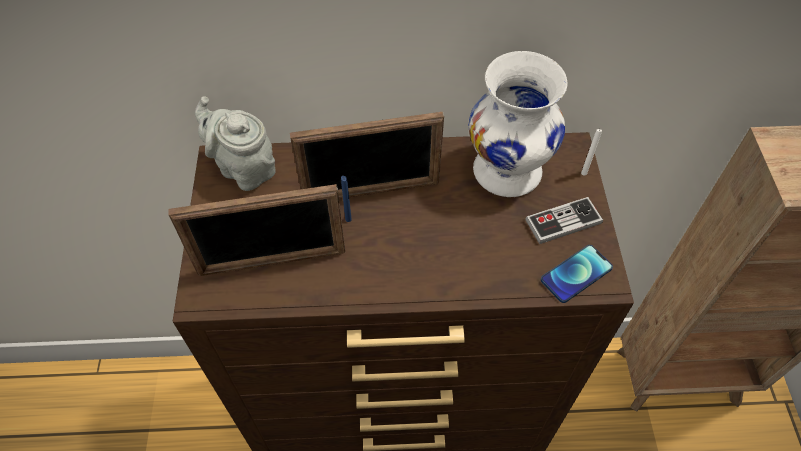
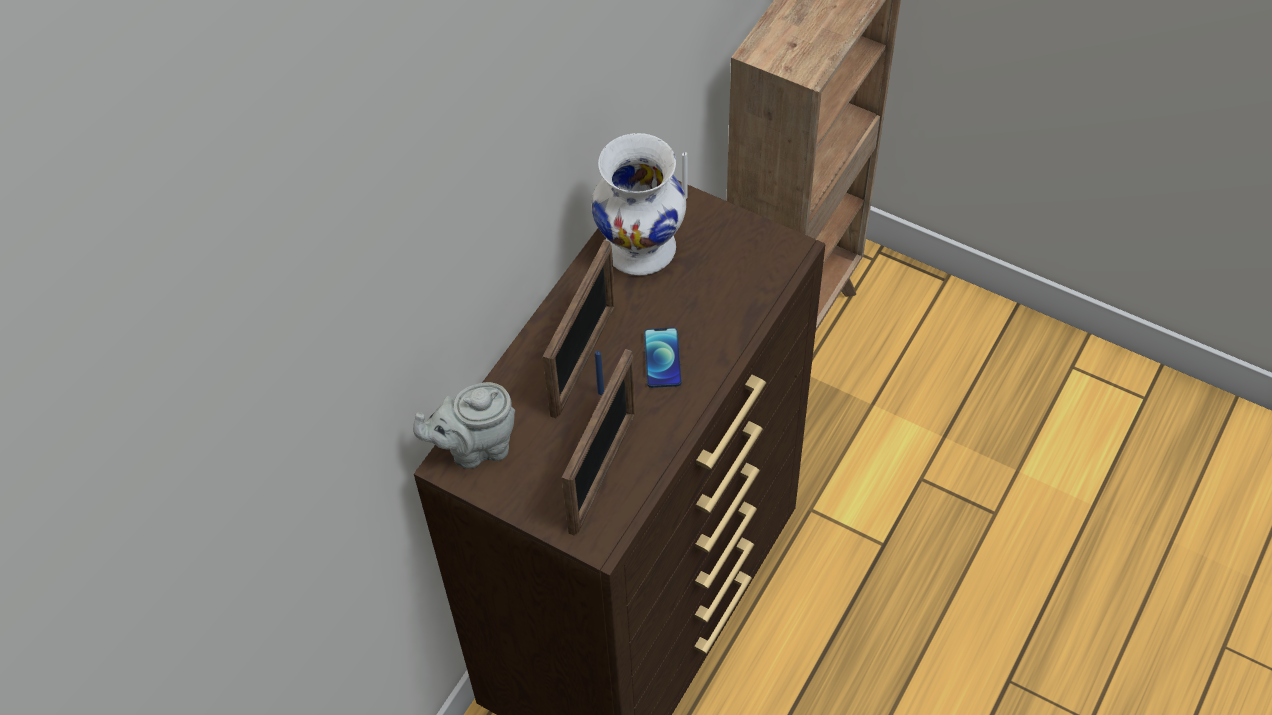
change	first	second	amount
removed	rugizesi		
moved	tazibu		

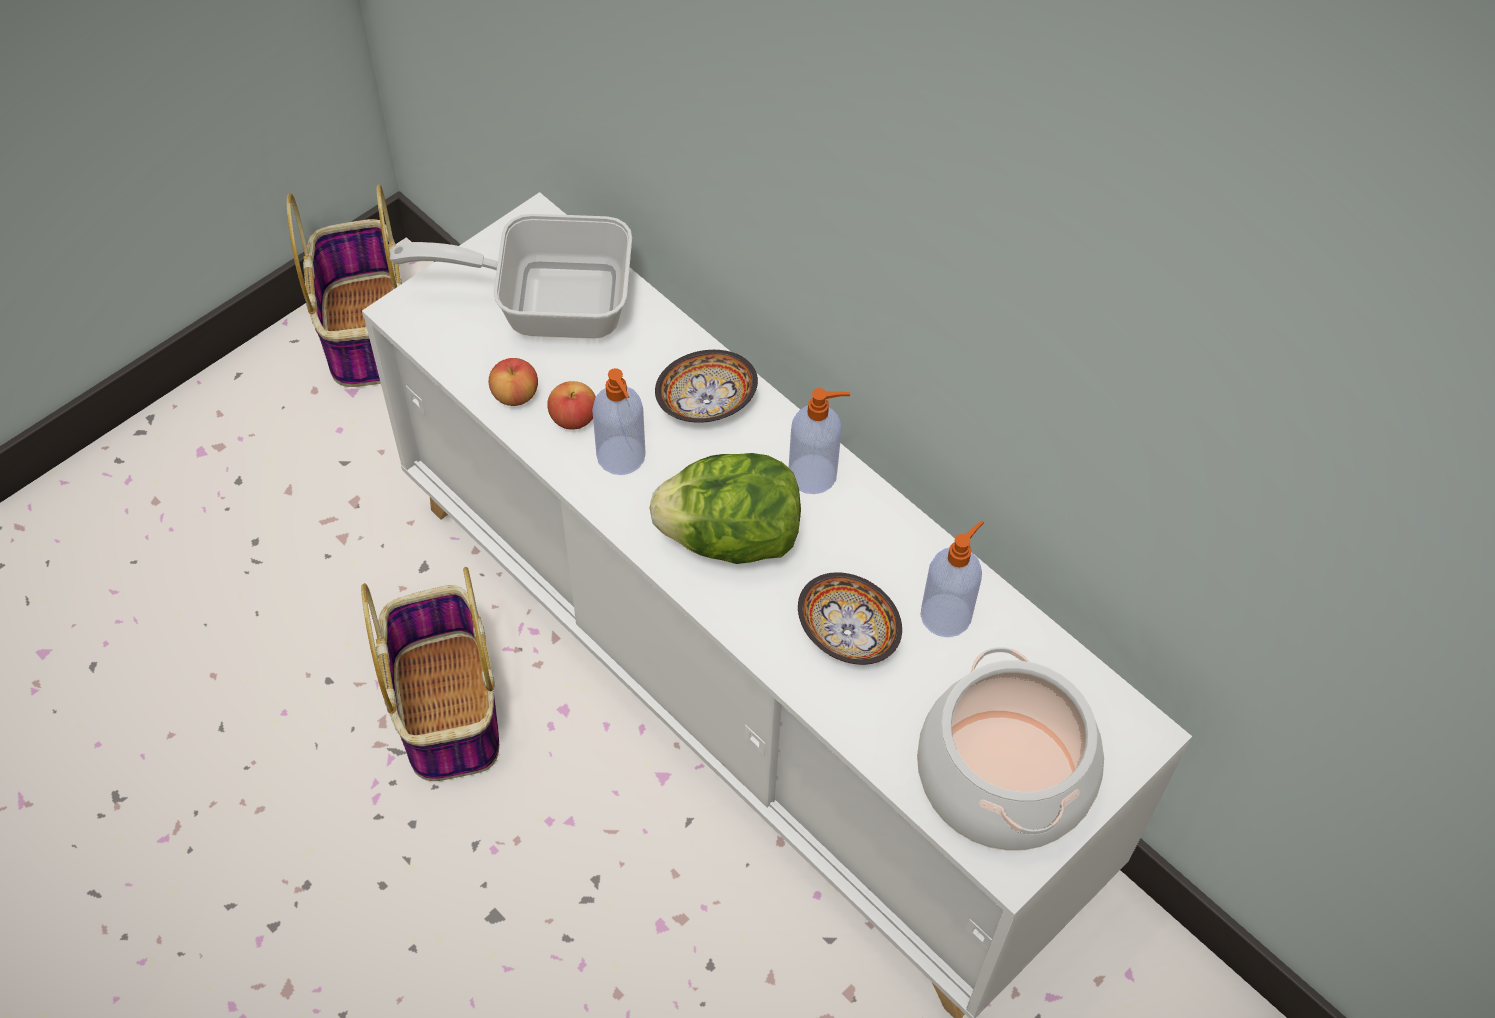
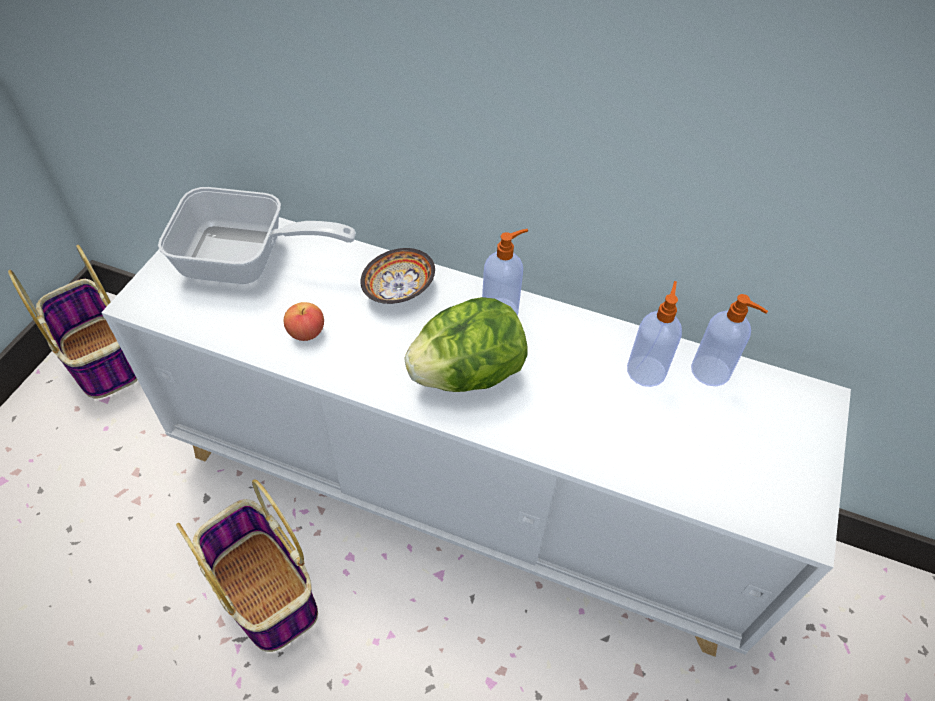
change	first	second	amount
removed	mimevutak (1st from left)		
removed	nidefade (2nd from left)		
removed	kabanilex		
moved	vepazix (1st from left in the first image)	vepazix (3rd from left)	
turned	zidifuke		150 degrees counterclockwise

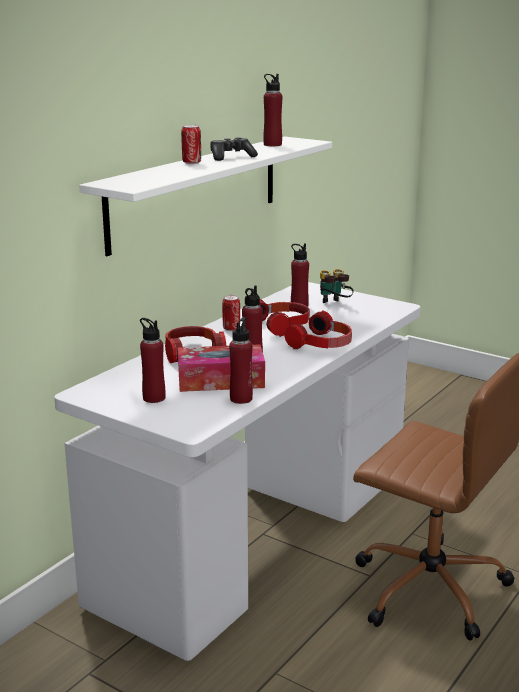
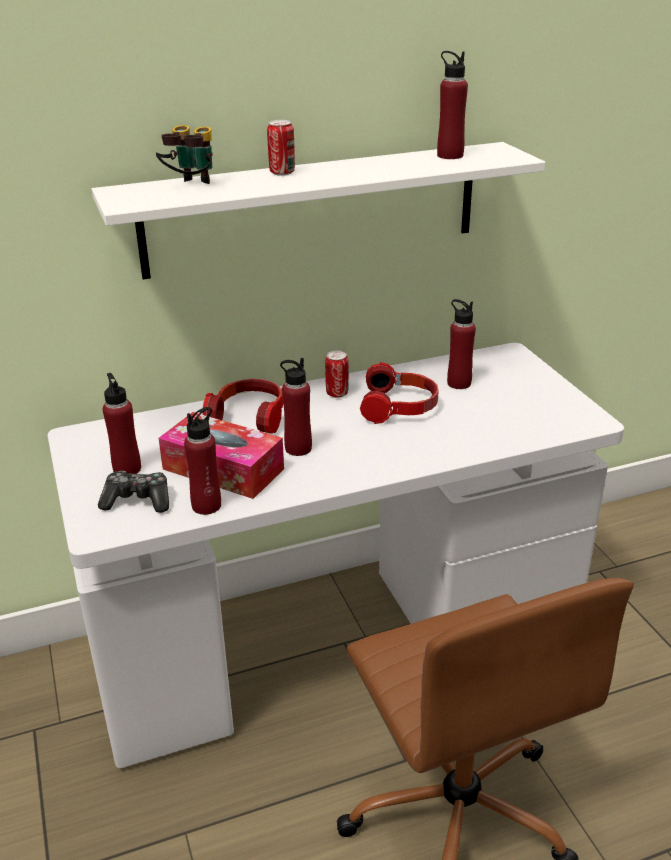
change	first	second	amount
removed	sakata (3rd from left)		
moved	rugizesi		
moved	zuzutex		

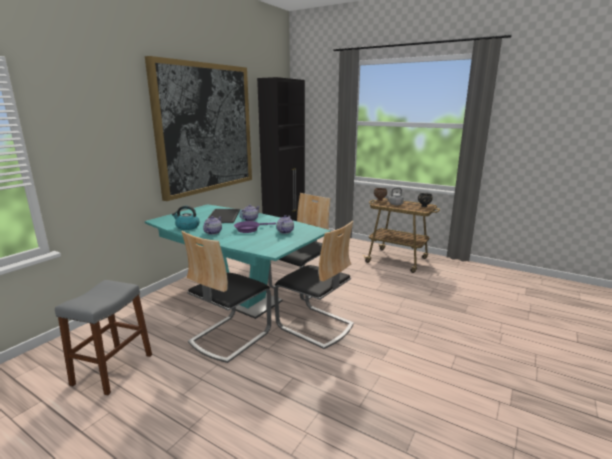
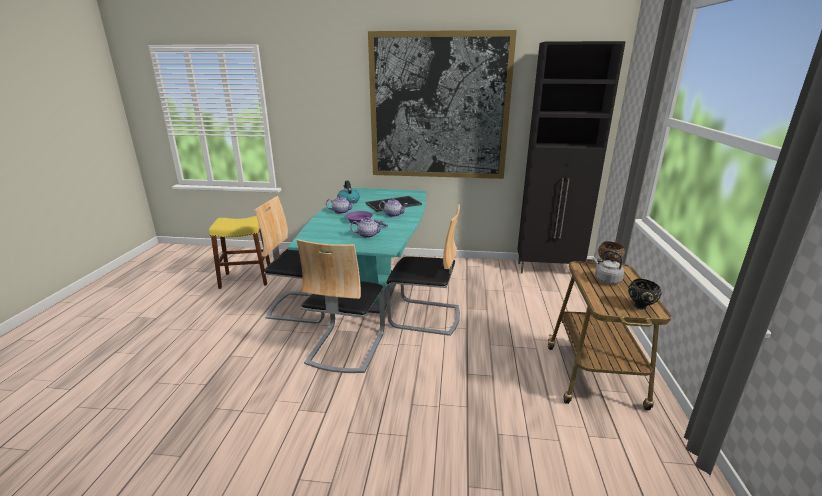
change	first	second	amount
recoloured	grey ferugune	yellow ferugune	

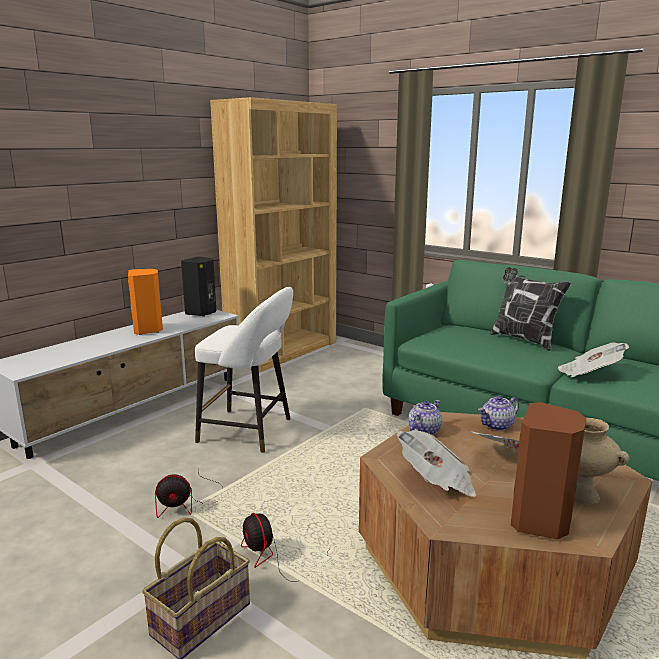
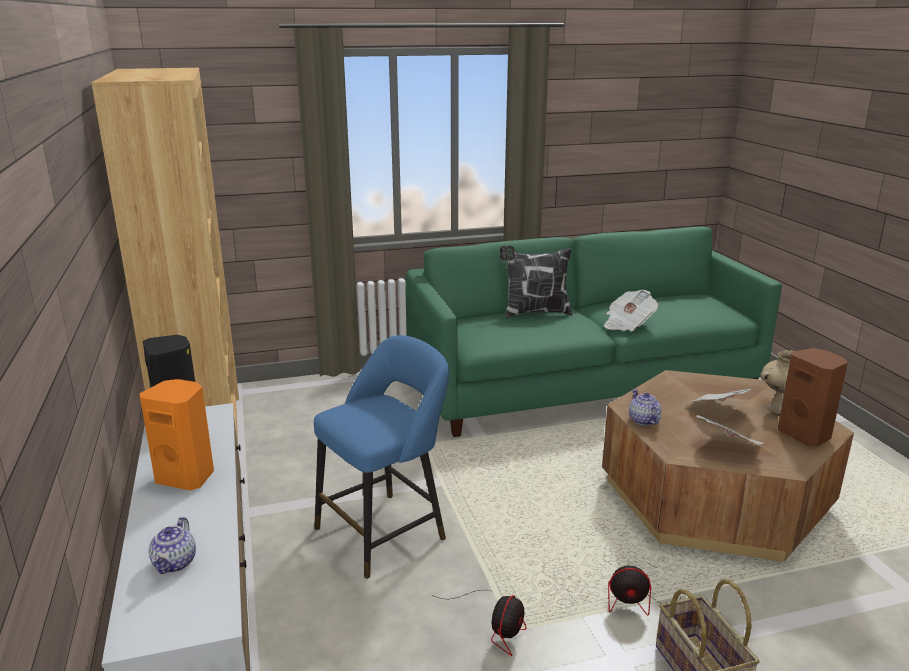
change	first	second	amount
moved	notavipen (2nd from left in the first image)	notavipen (1st from left)	
recoloured	white ferugune	blue ferugune	

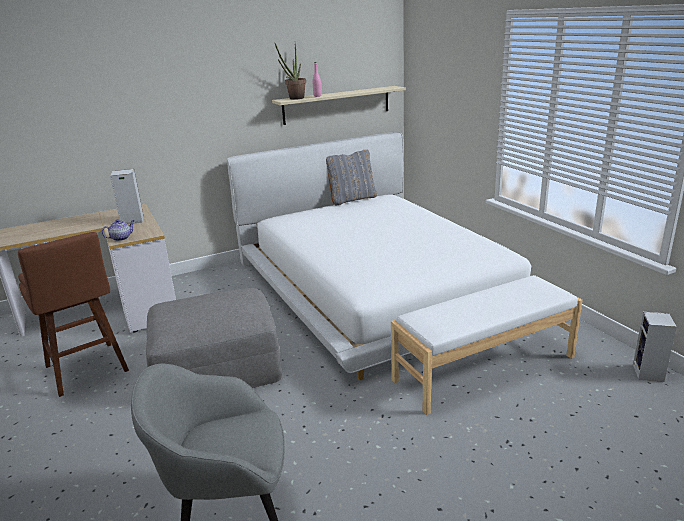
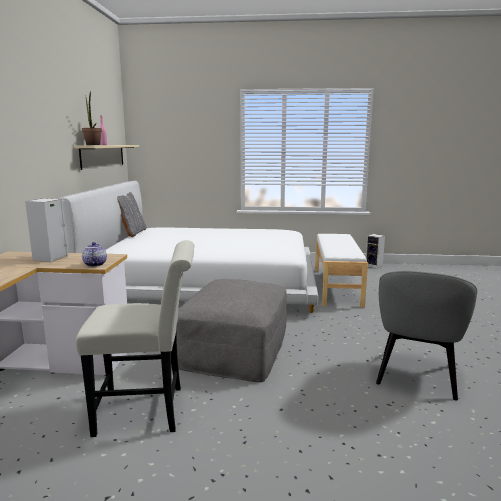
change	first	second	amount
replaced	brown ferugune	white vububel	

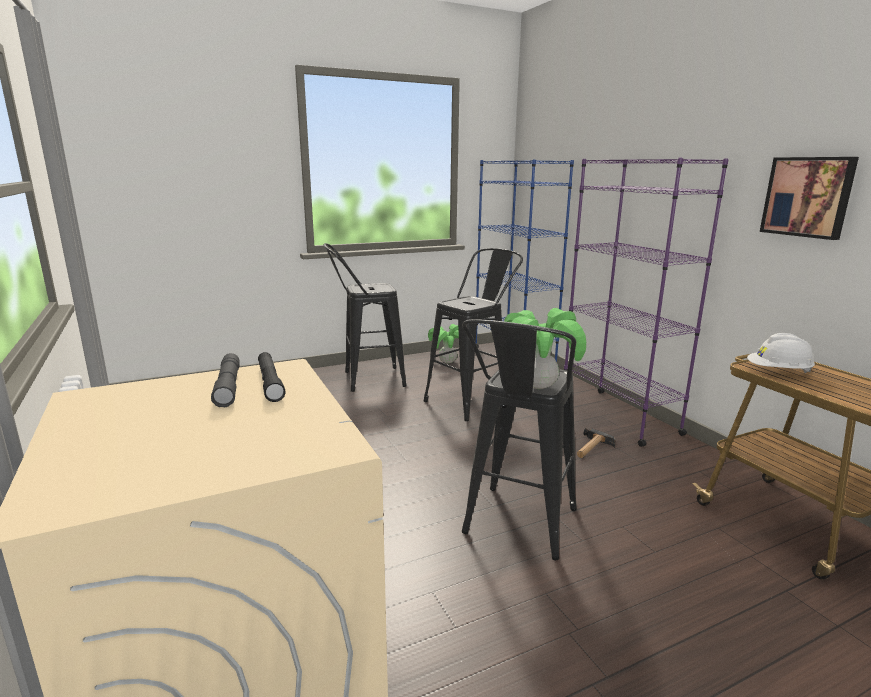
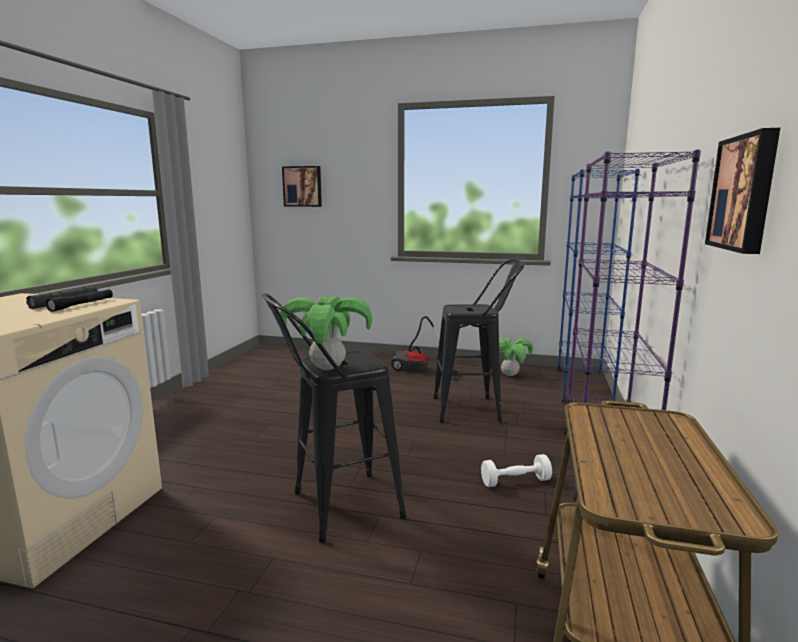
change	first	second	amount
removed	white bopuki		
added		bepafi (1st from left)	
replaced	black ferugune (1st from left)	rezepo	
replaced	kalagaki	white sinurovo	

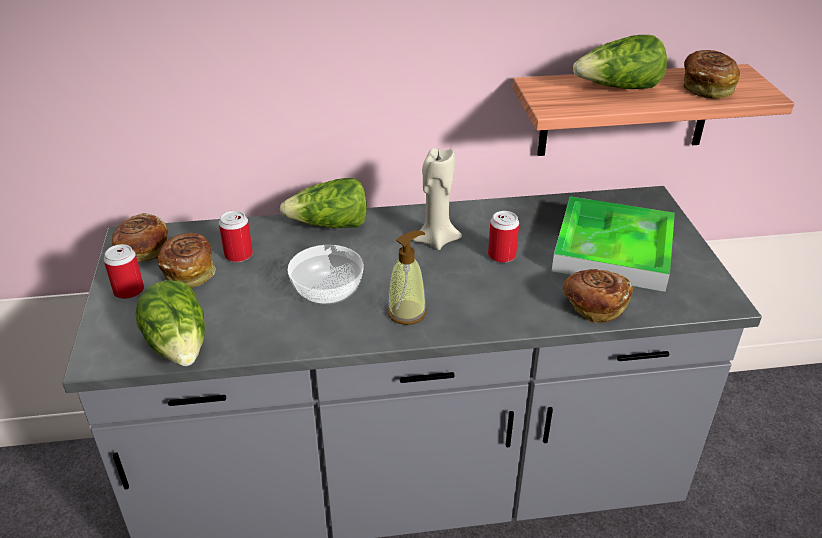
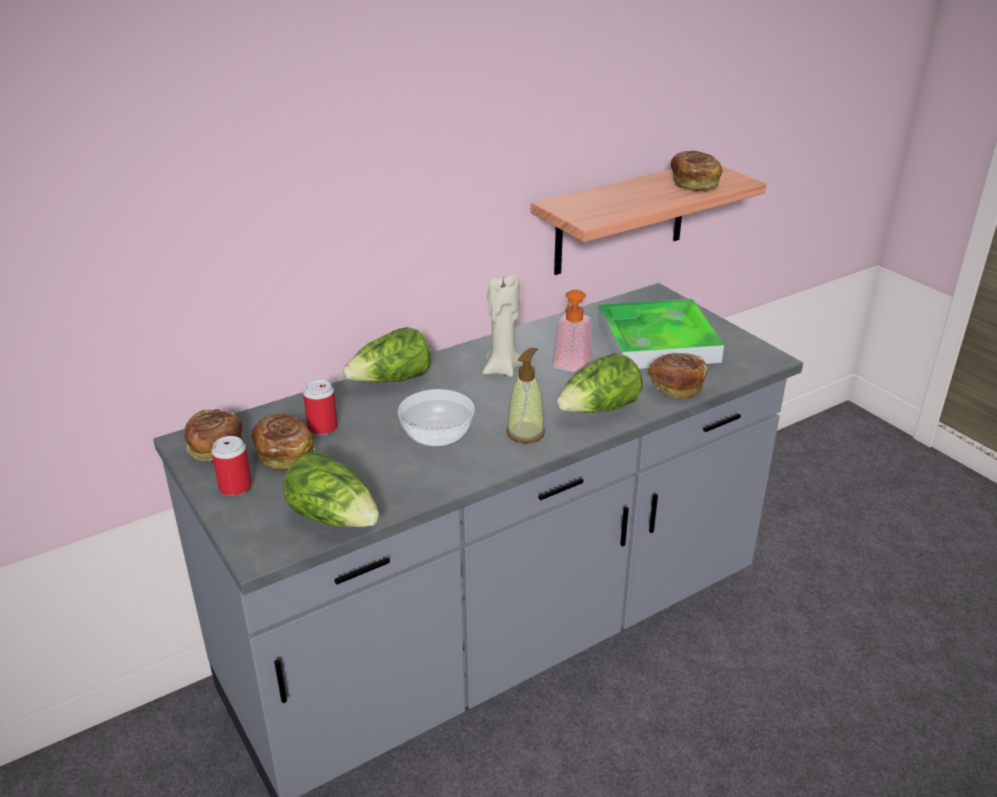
change	first	second	amount
moved	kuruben (3rd from left)		
replaced	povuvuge (3rd from left)	vepazix (2nd from left)	

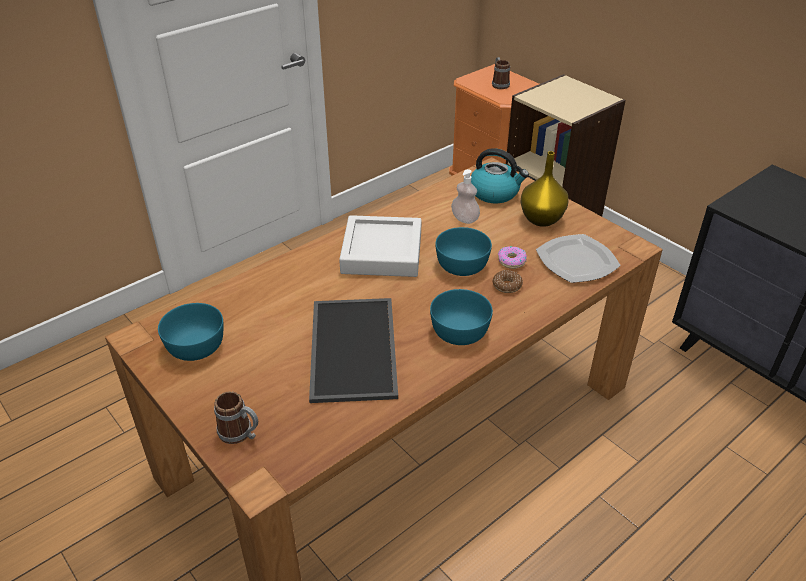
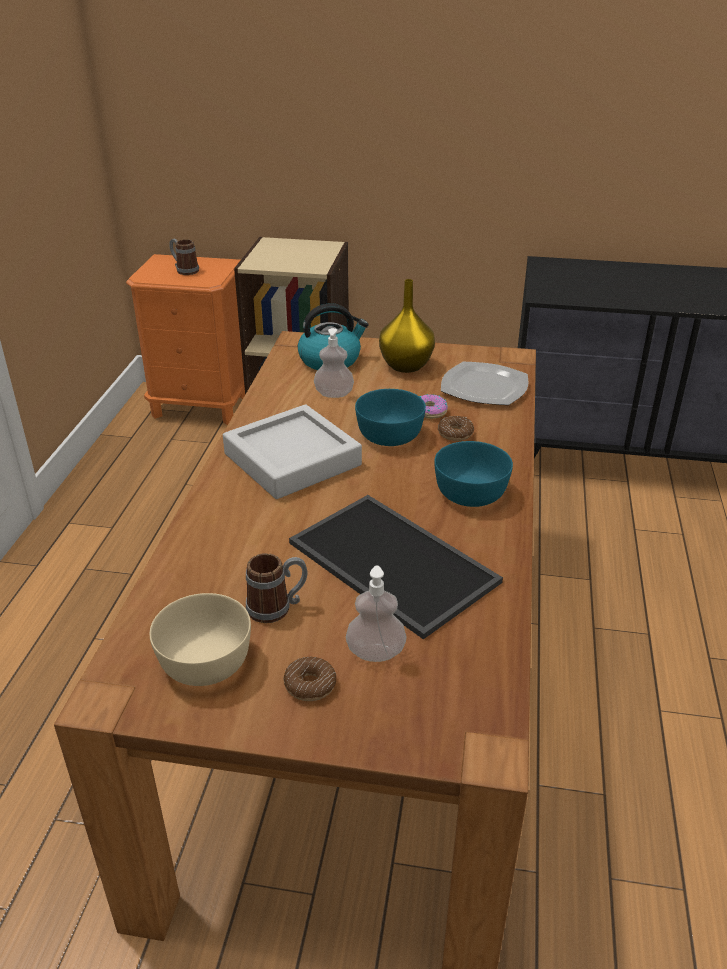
change	first	second	amount
added		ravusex (1st from left)	
added		vepazix (2nd from left)	
moved	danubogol (1st from left in the first image)	danubogol (2nd from left)	
recoloured	turquoise nidefade (1st from left)	beige nidefade	

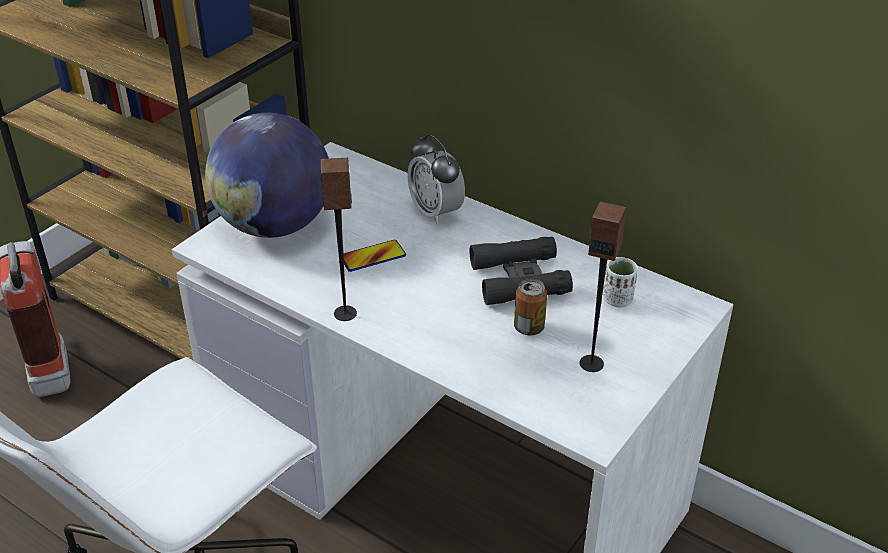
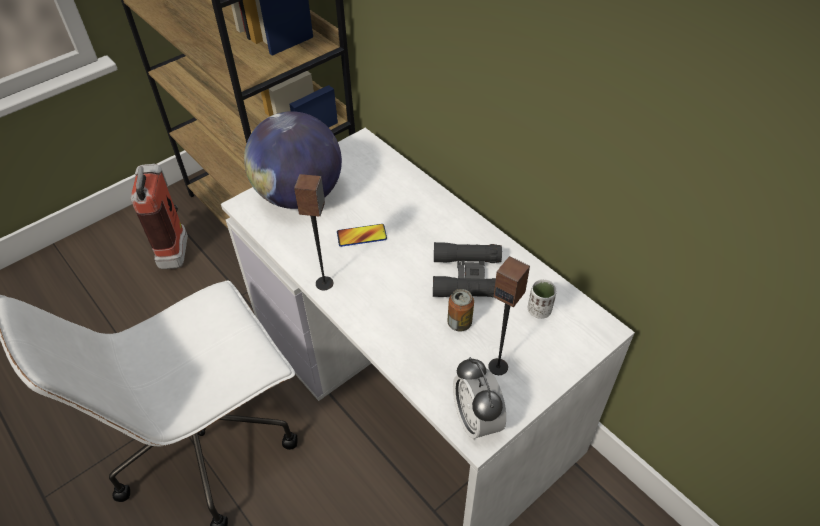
change	first	second	amount
moved	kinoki		

